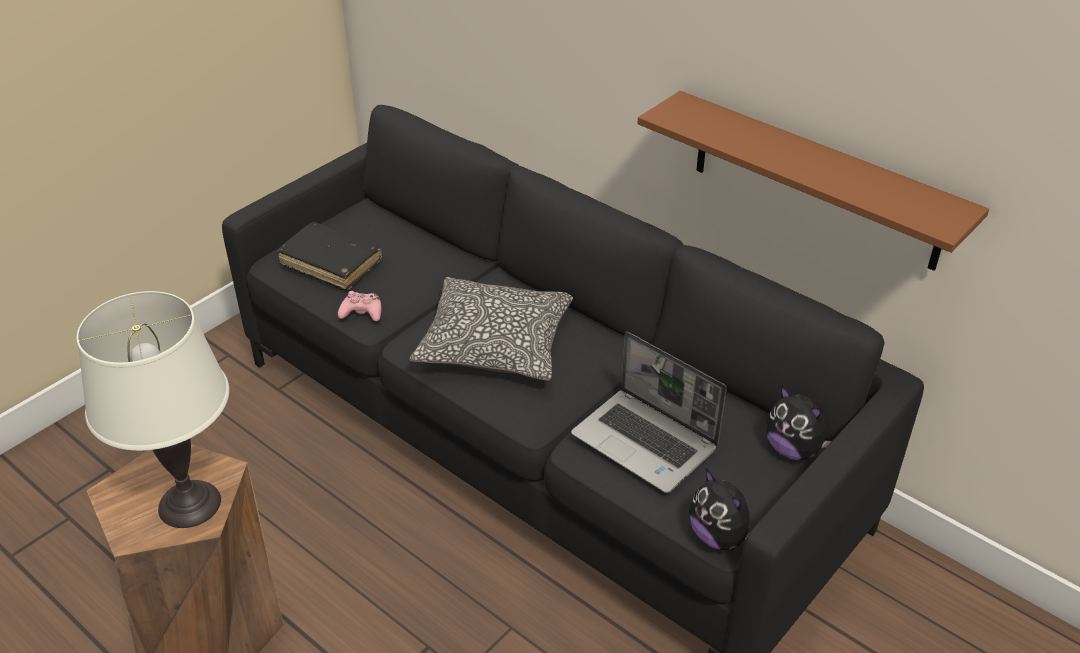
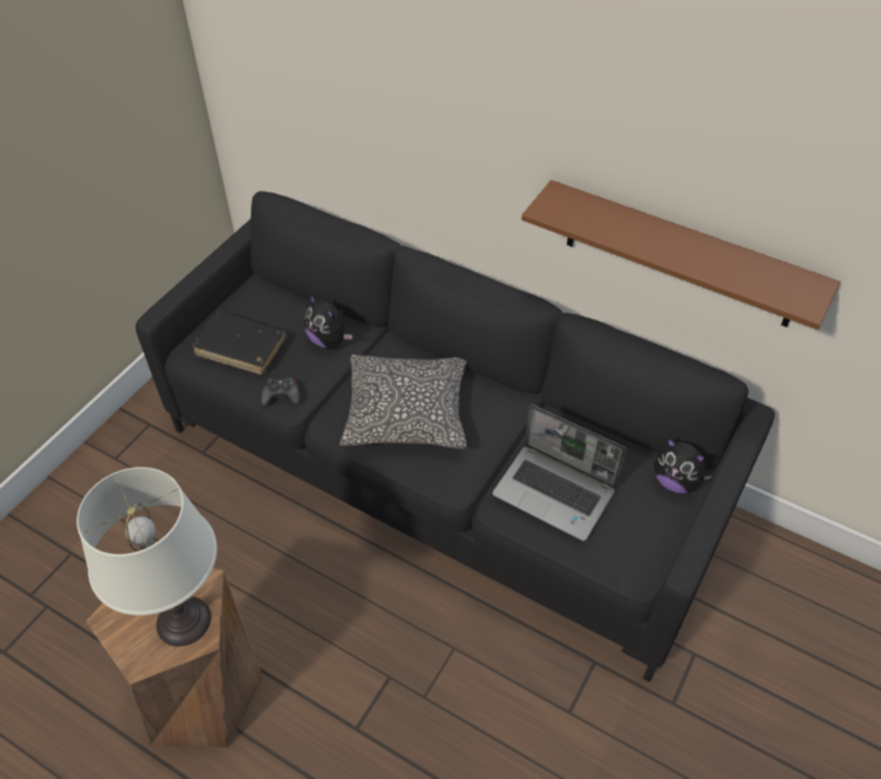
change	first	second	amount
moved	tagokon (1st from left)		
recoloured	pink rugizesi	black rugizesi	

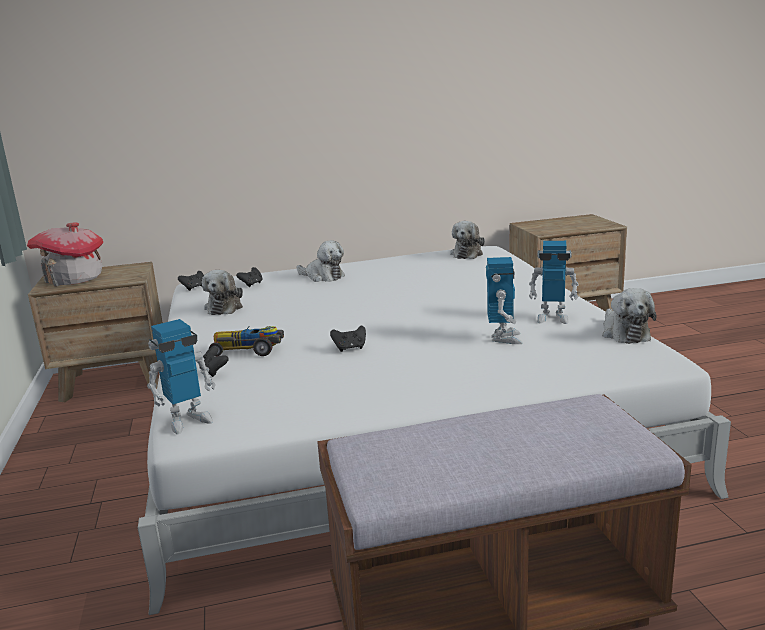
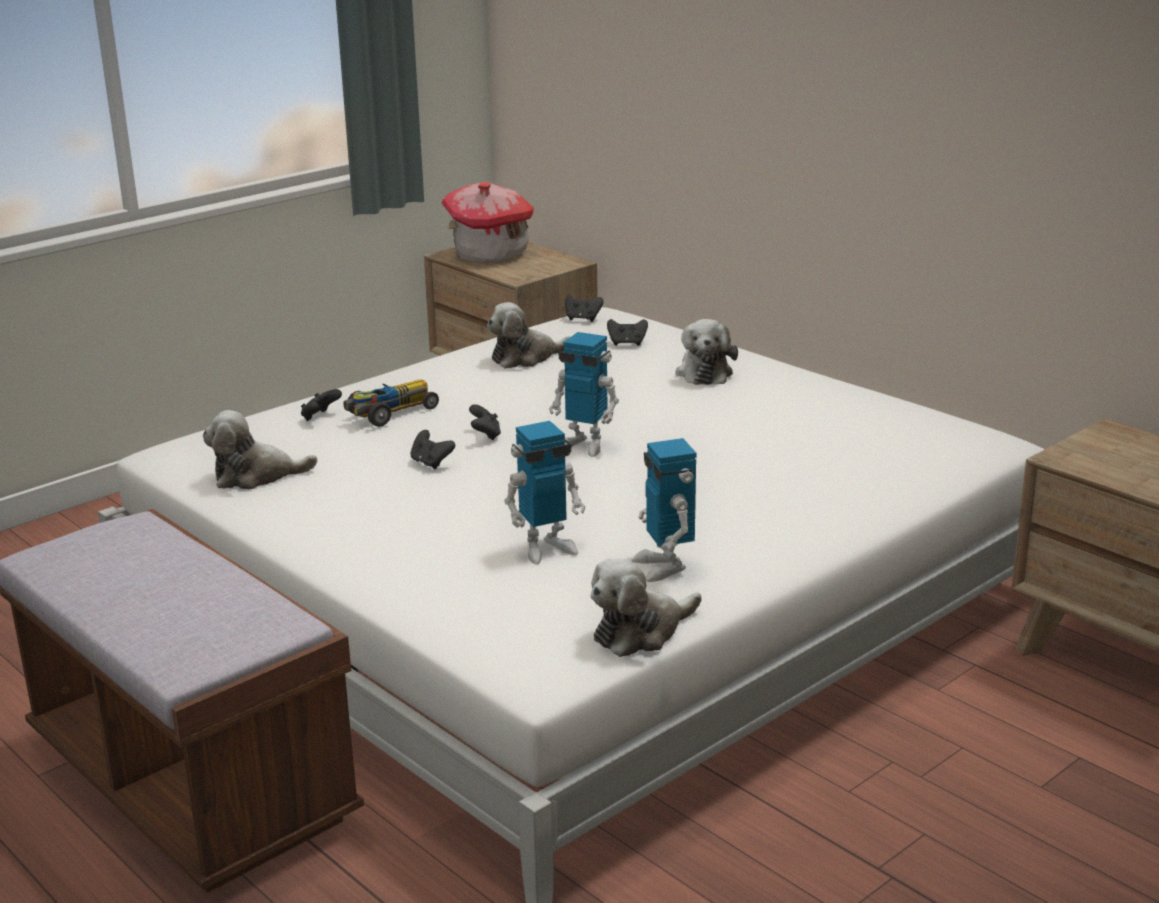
change	first	second	amount
added		black rugizesi (3rd from left)	
moved	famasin (1st from left in the first image)	famasin (2nd from left)	
moved	tagokon (3rd from left in the first image)	tagokon (1st from left)	
turned	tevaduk		75 degrees clockwise

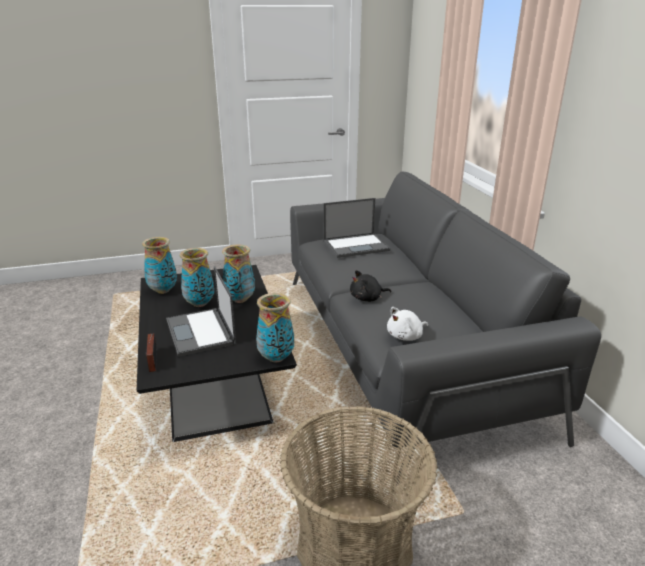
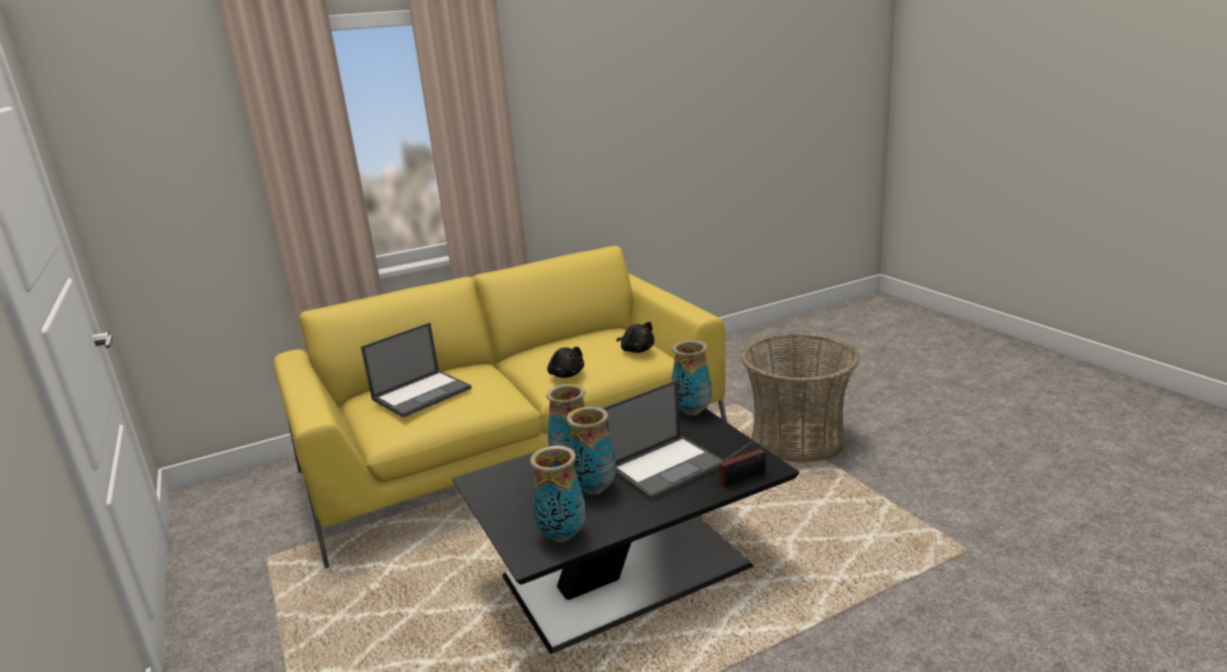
change	first	second	amount
recoloured	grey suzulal	yellow suzulal	
recoloured	white tagokon	black tagokon (2nd from left)	
turned	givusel (2nd from left in the first image)	givusel (1st from left)	75 degrees clockwise

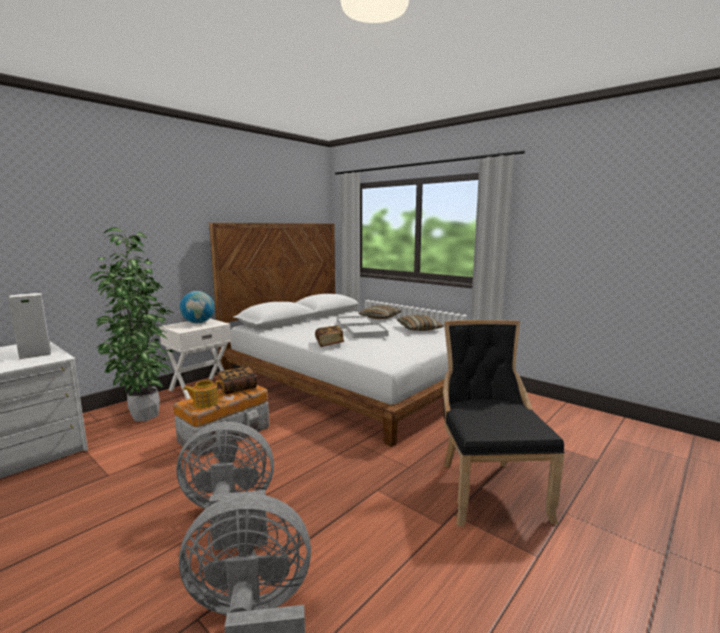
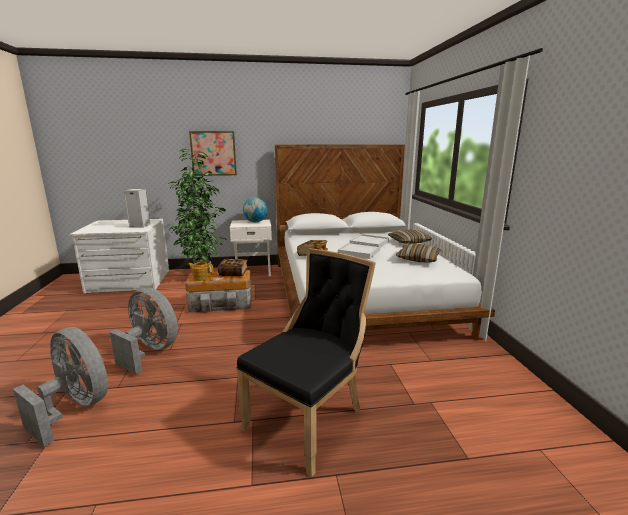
change	first	second	amount
added		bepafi	

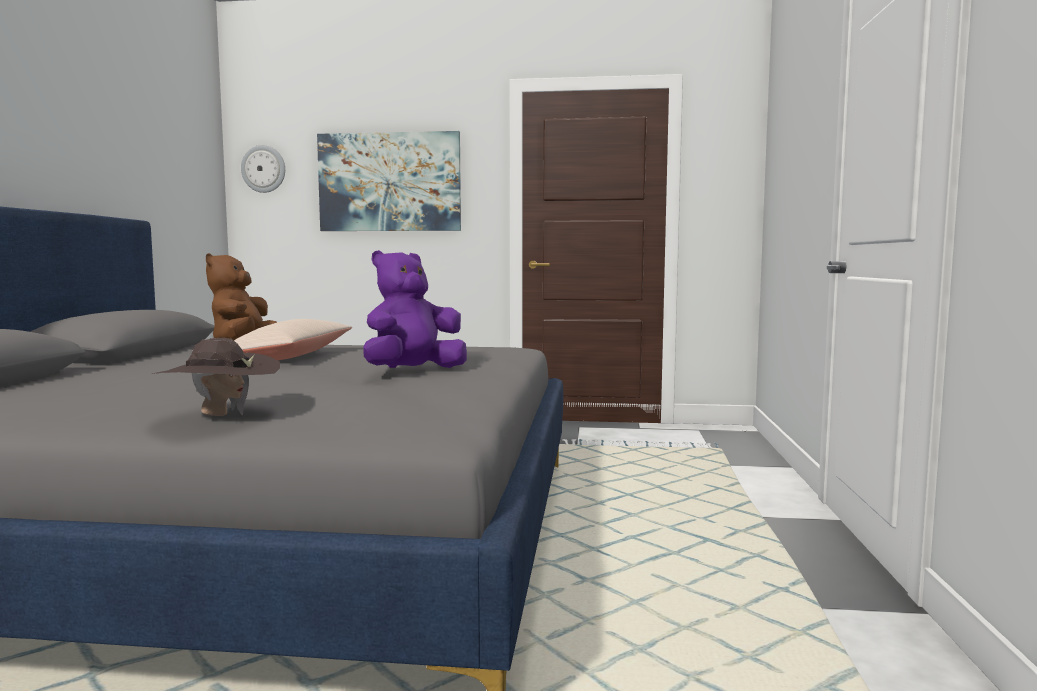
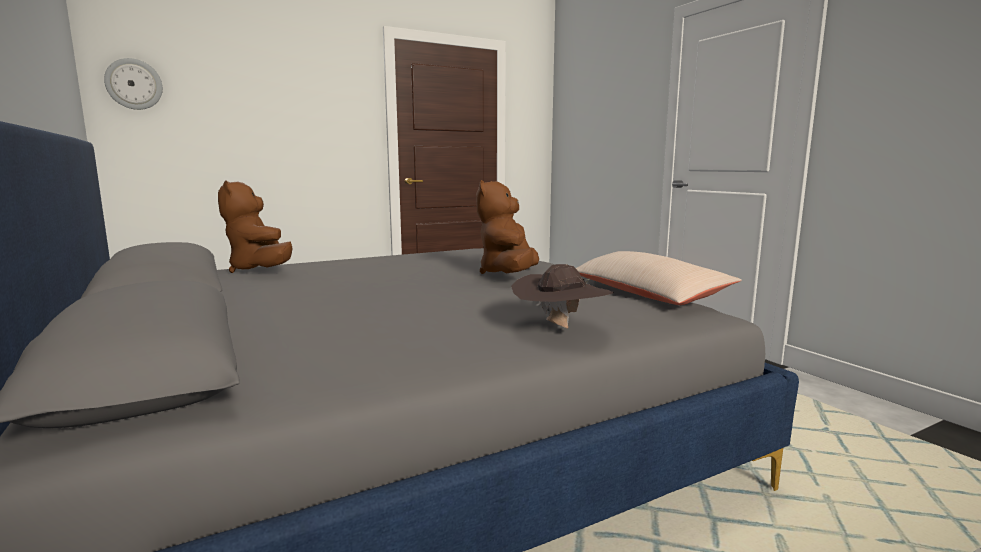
change	first	second	amount
removed	bepafi		
moved	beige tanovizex		
recoloured	purple tagokon	brown tagokon (2nd from left)	

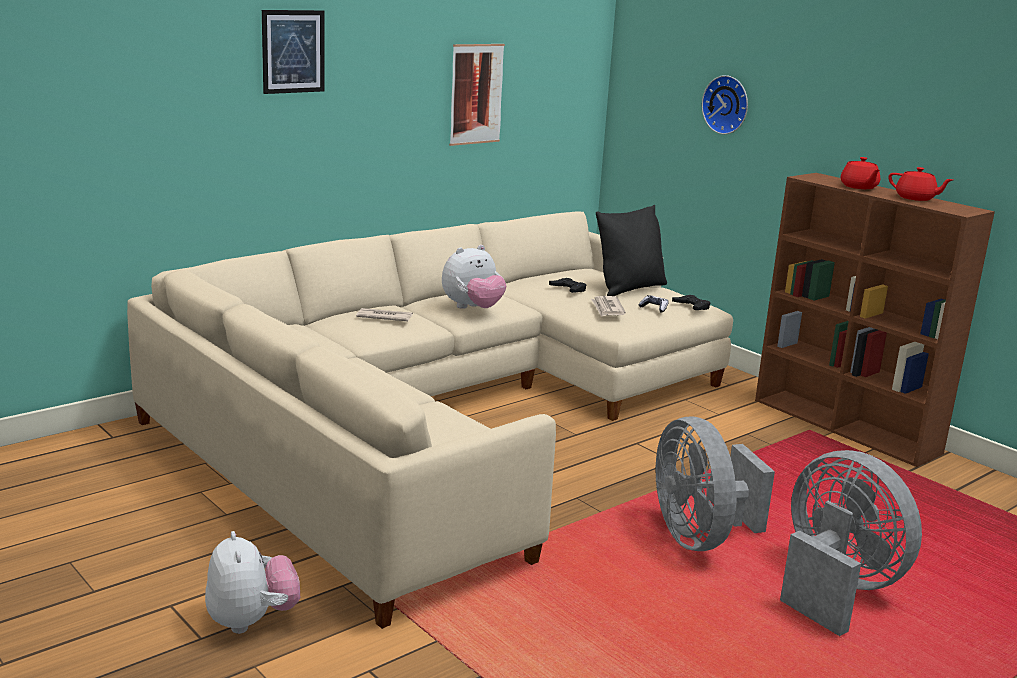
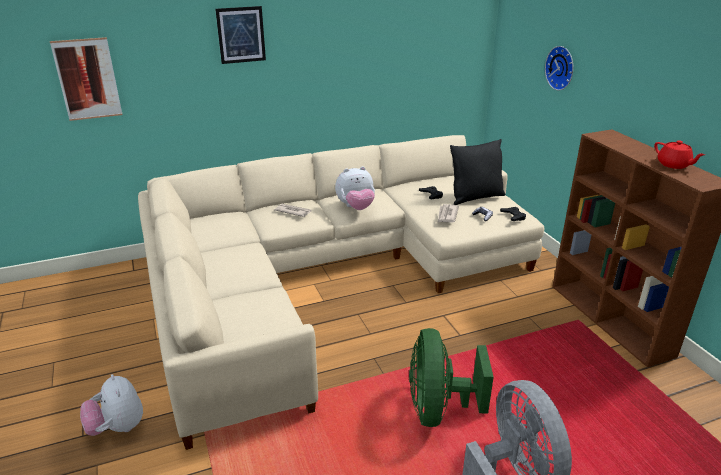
change	first	second	amount
removed	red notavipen (1st from left)		
moved	bepafi (2nd from left in the first image)	bepafi (1st from left)	
recoloured	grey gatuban (1st from left)	green gatuban	
turned	tagokon (1st from left)		150 degrees clockwise

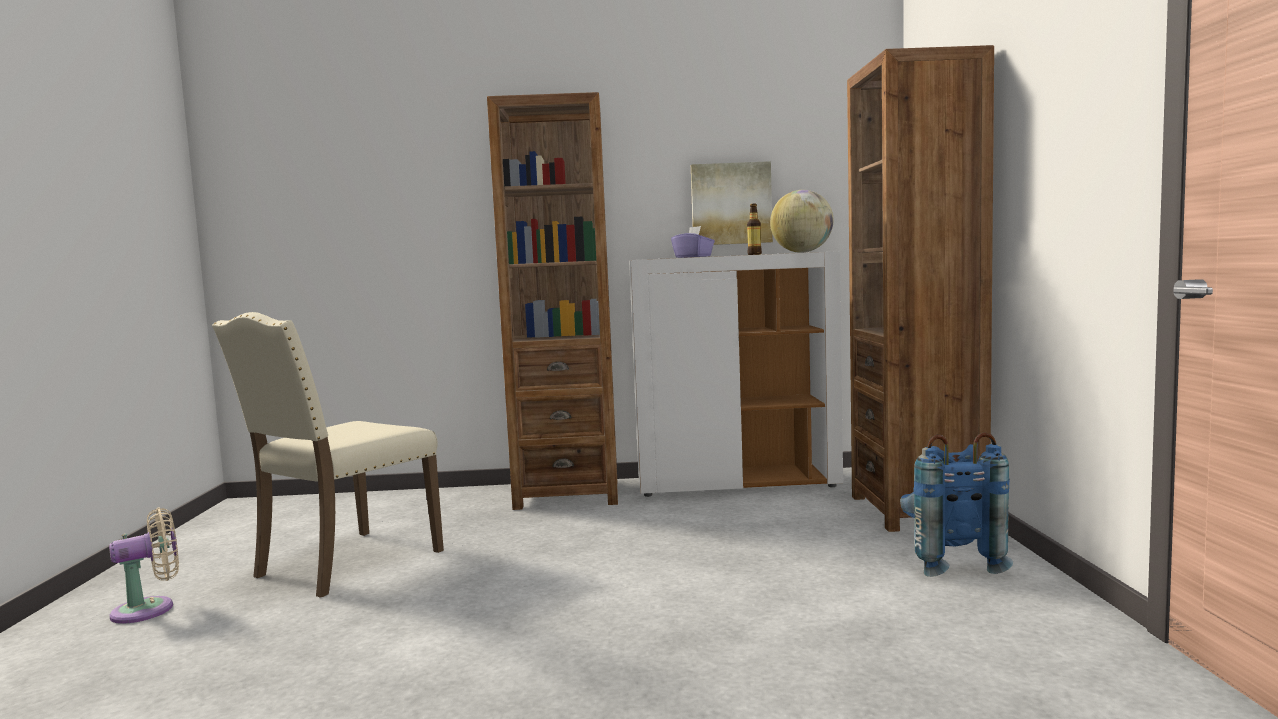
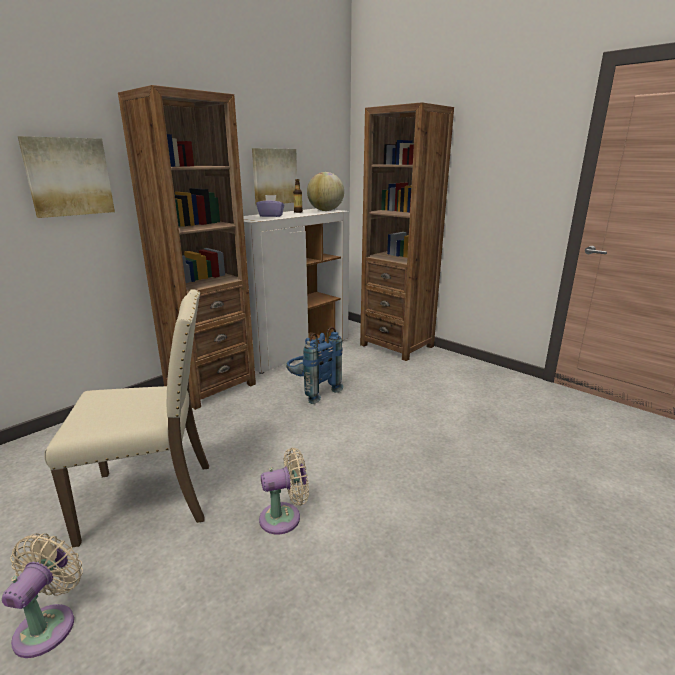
change	first	second	amount
added		bepafi (1st from left)	
added		beige gatuban (2nd from left)	
moved	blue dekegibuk		
turned	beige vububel		90 degrees counterclockwise

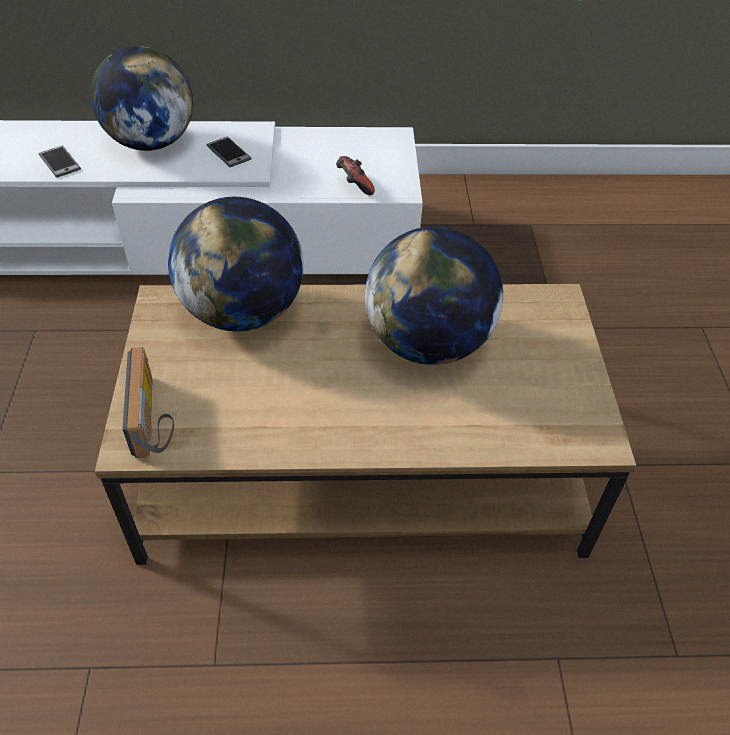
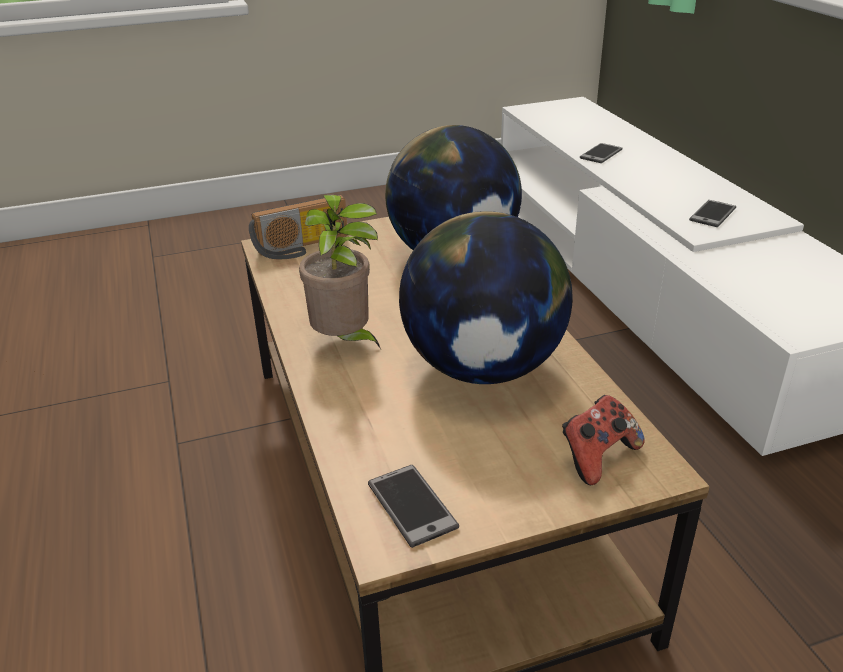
change	first	second	amount
removed	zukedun (1st from left)		
added		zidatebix	
added		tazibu (1st from left)	
moved	rugizesi		

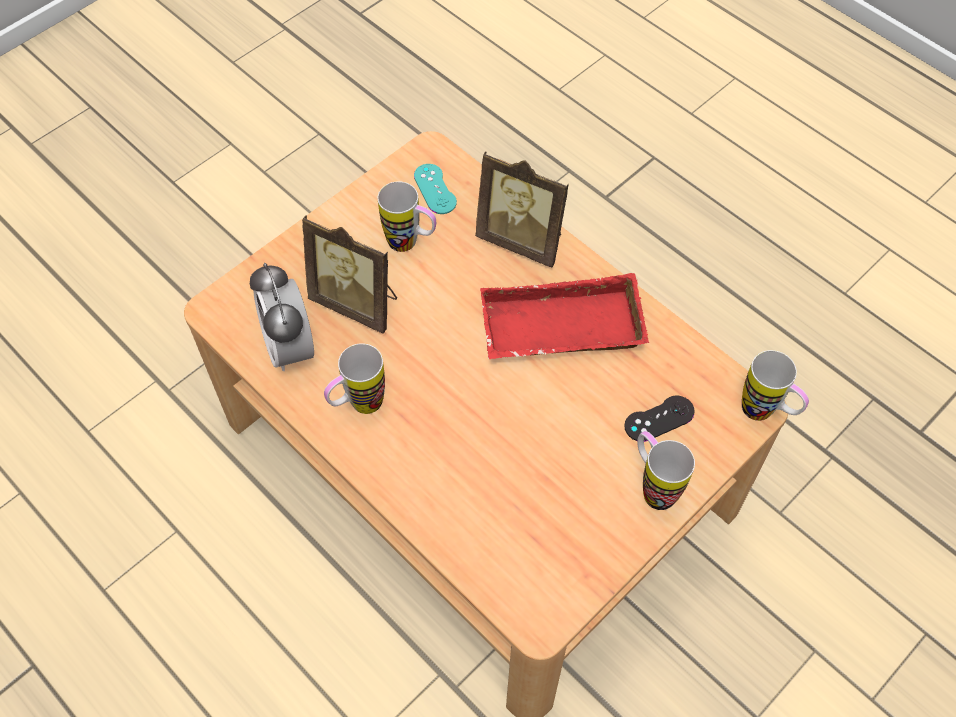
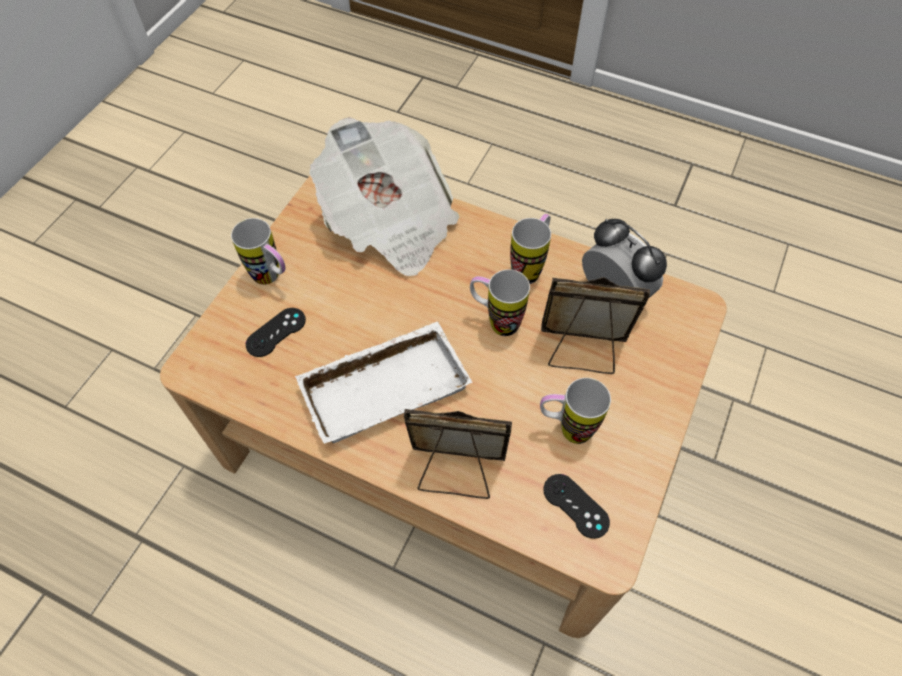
change	first	second	amount
added		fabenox	
moved	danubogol (4th from left in the first image)	danubogol (2nd from left)	
recoloured	turquoise rugizesi	black rugizesi (2nd from left)	
recoloured	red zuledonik	white zuledonik	

